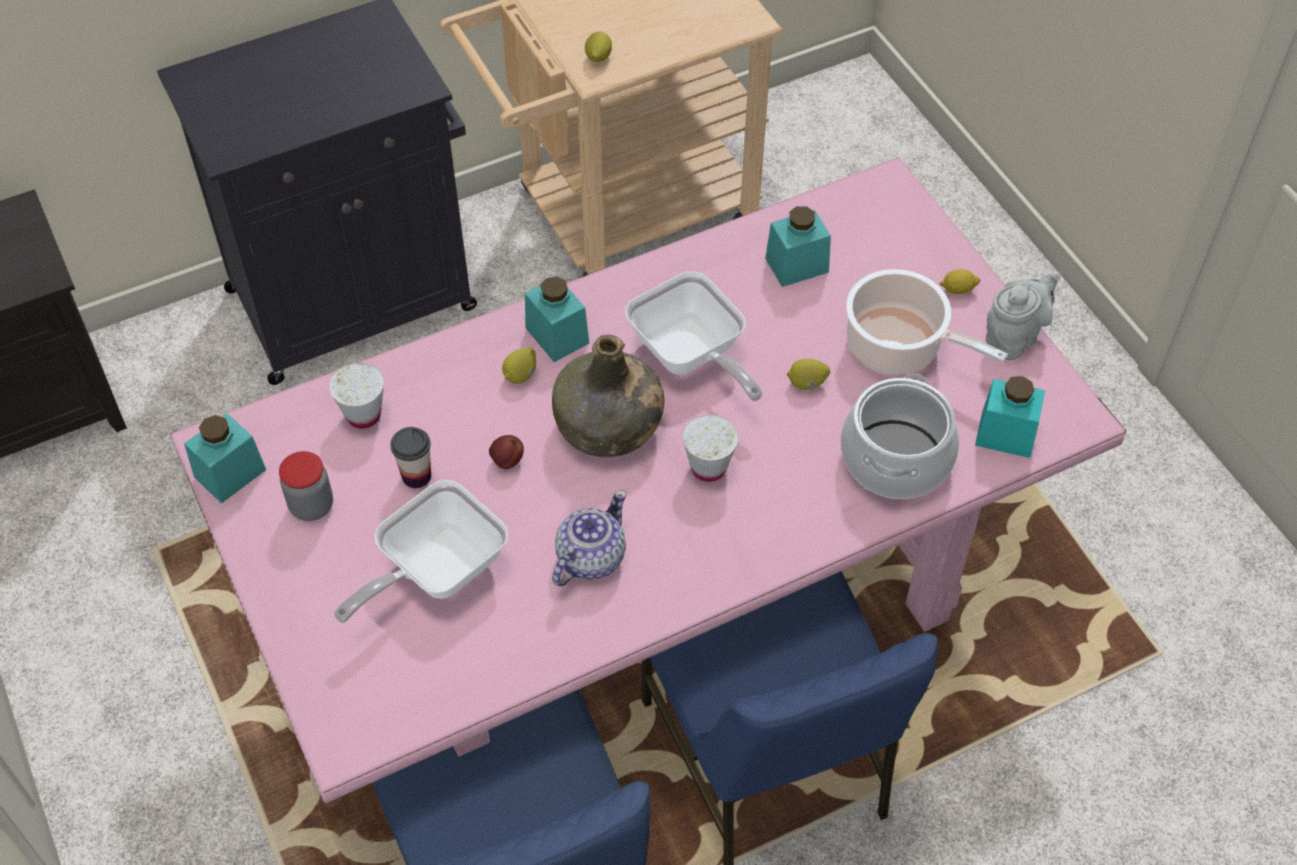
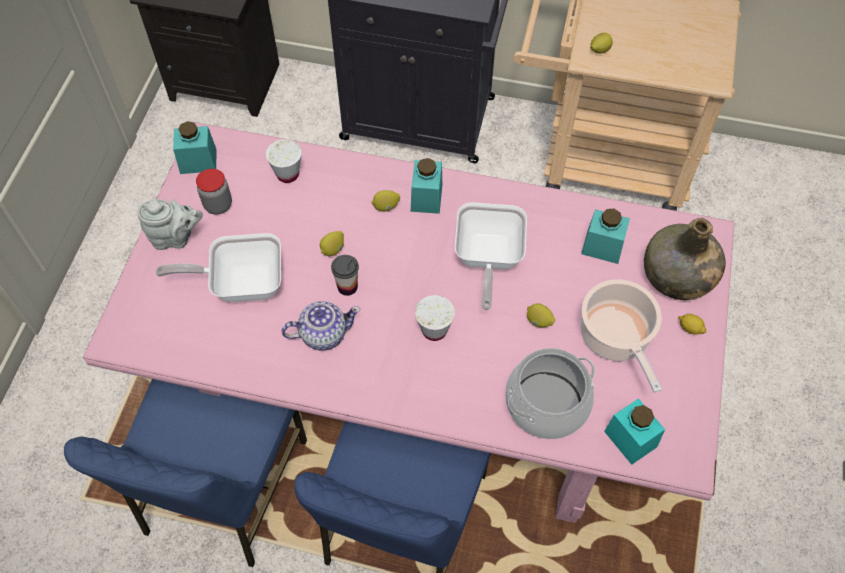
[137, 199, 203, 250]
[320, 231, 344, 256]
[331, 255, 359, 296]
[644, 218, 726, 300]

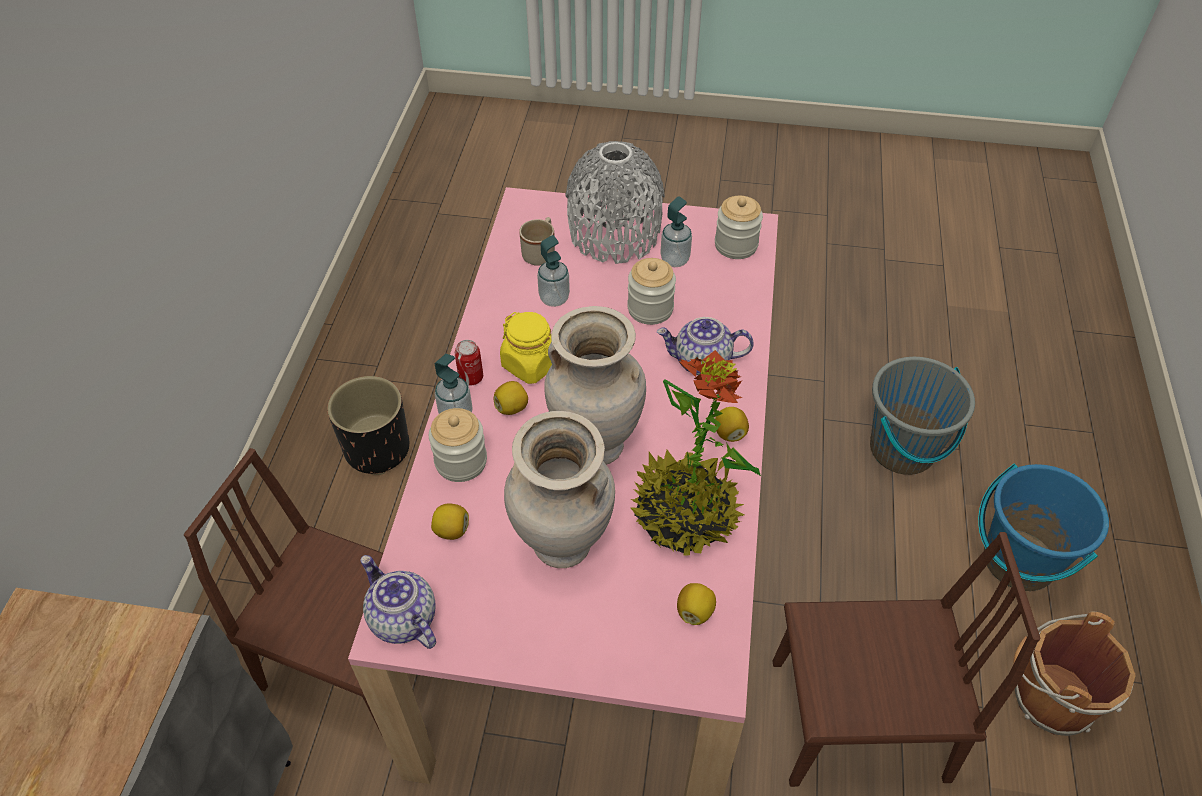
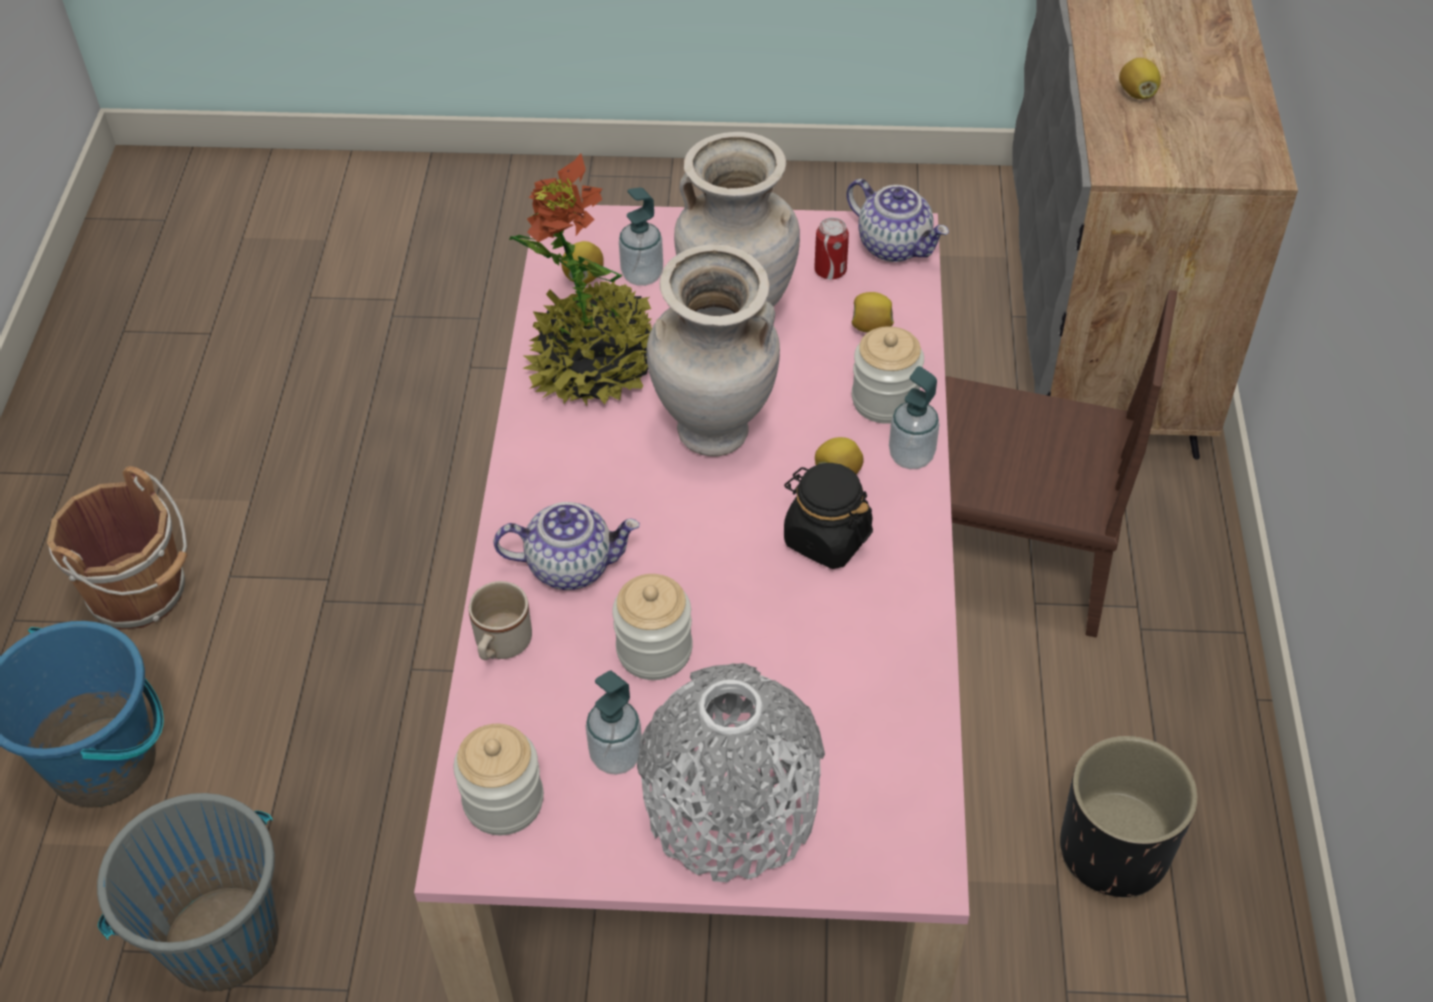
[469, 581, 532, 660]
[619, 188, 663, 286]
[784, 463, 873, 569]
[814, 218, 849, 279]
[1119, 58, 1161, 99]
[772, 532, 1041, 787] (first image)

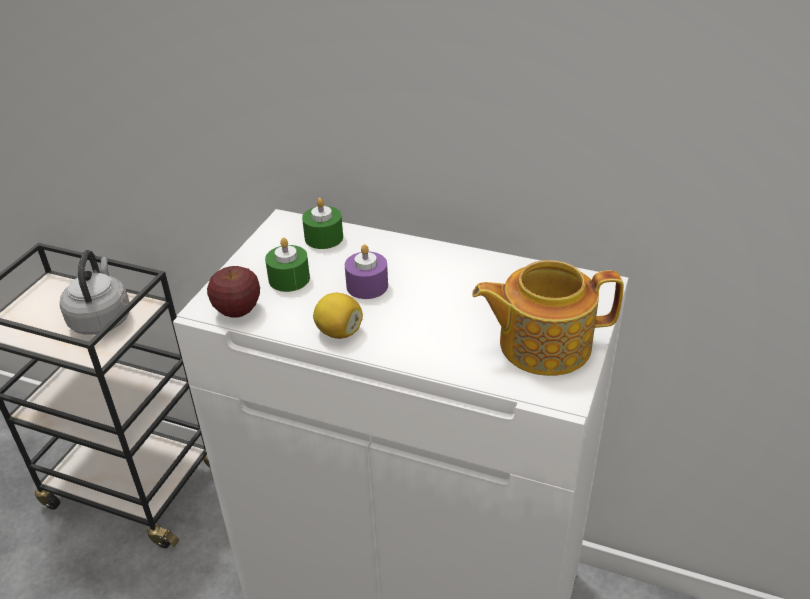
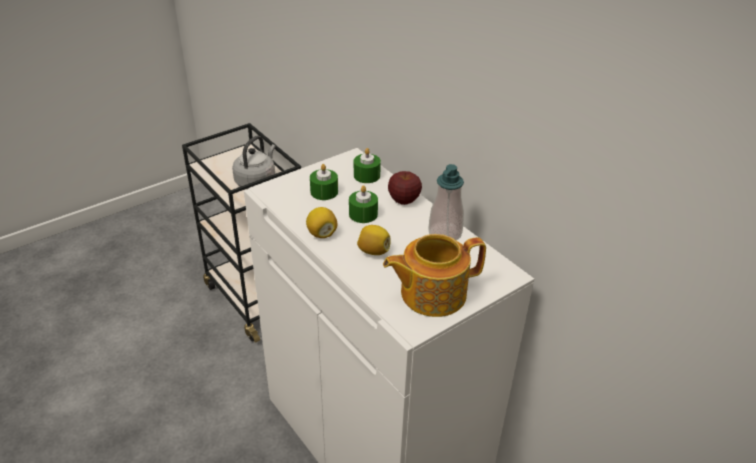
[349, 185, 378, 223]
[357, 225, 390, 255]
[383, 234, 486, 317]
[388, 171, 422, 205]
[428, 164, 464, 241]

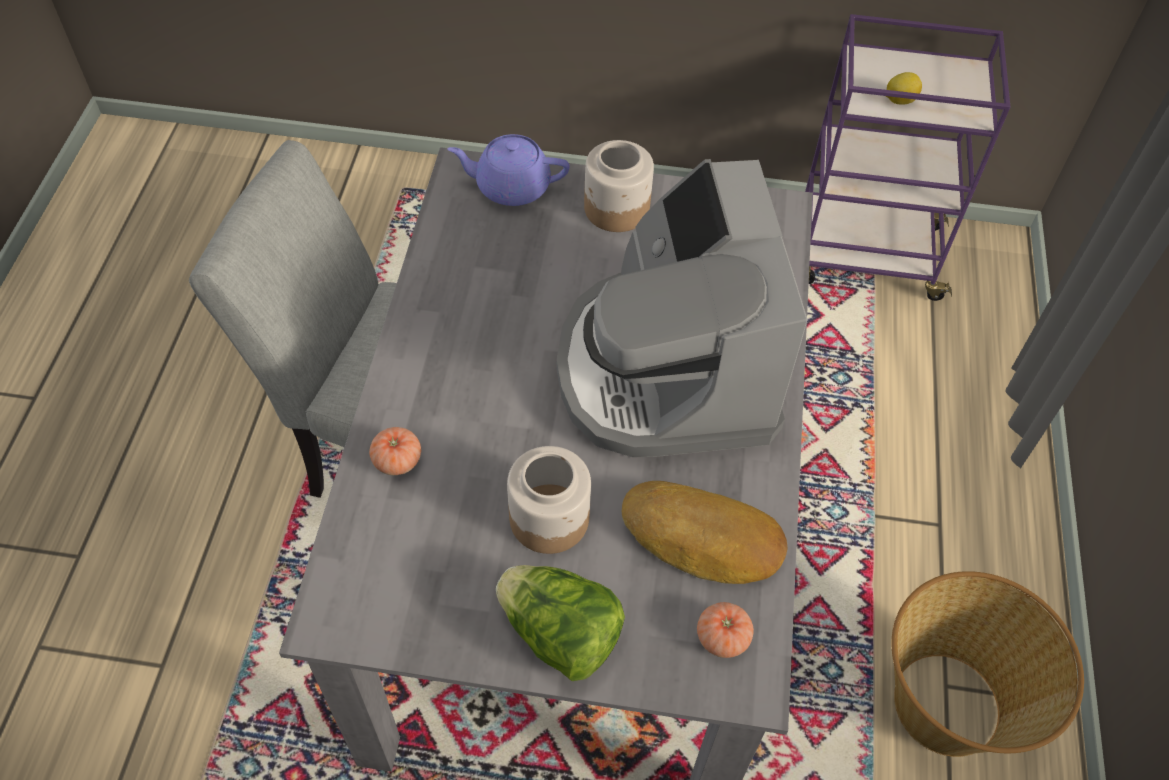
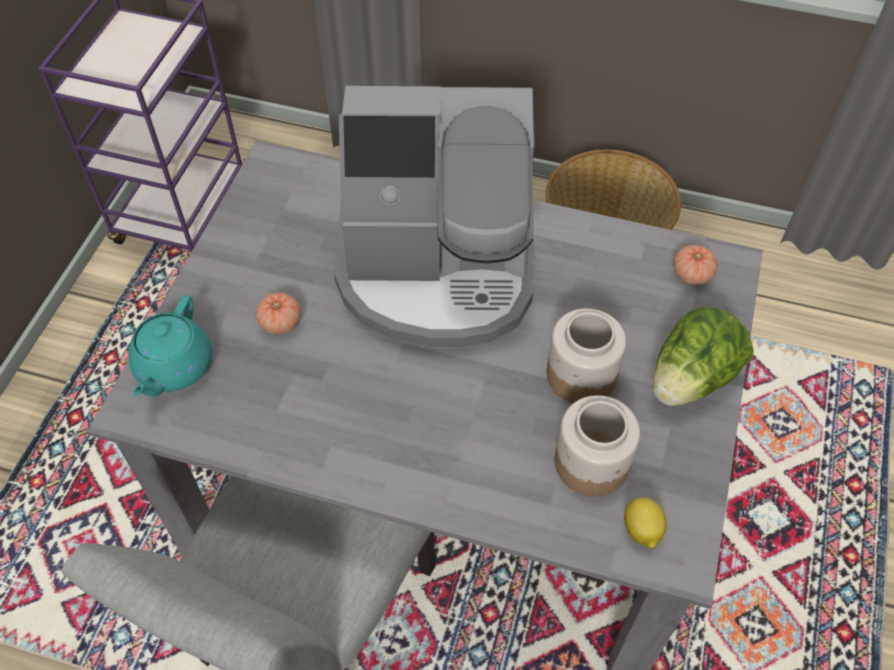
[128, 295, 212, 397]
[255, 292, 301, 334]
[555, 395, 640, 497]
[624, 497, 667, 549]
[622, 481, 788, 584] (first image)

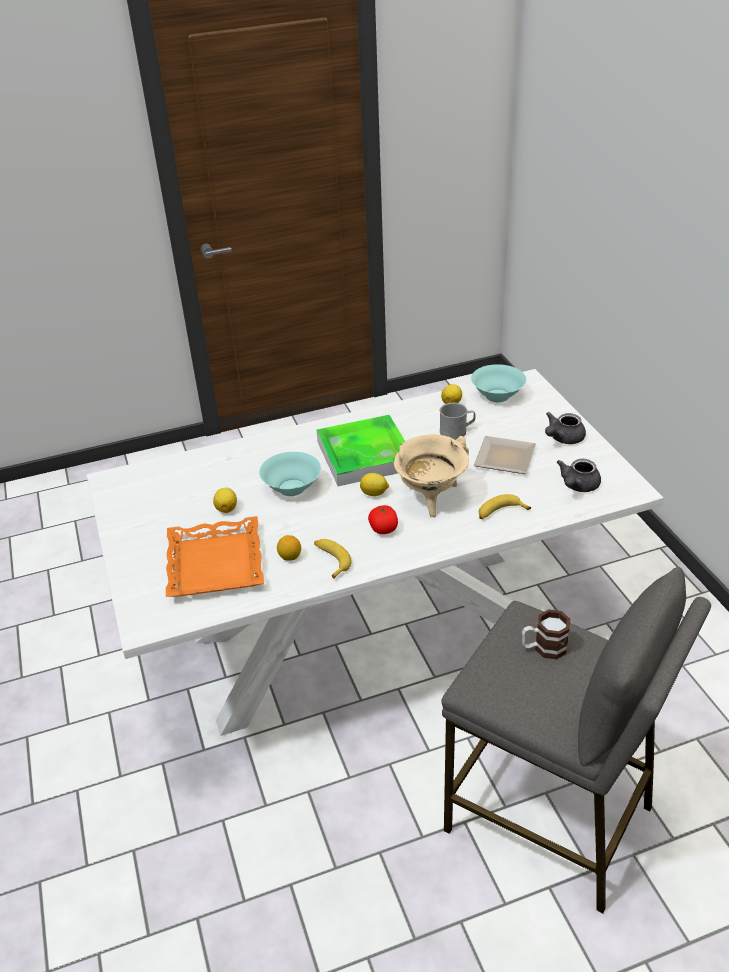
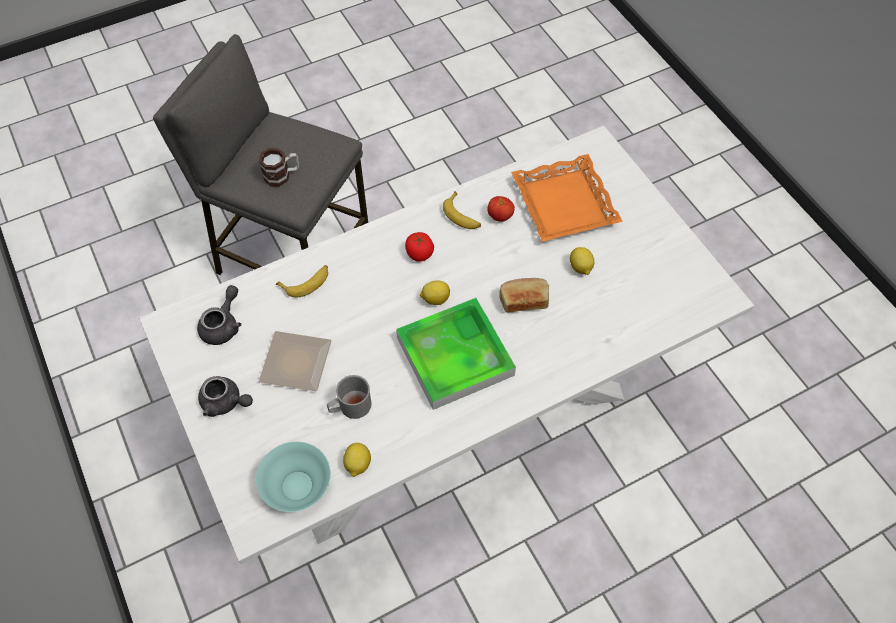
[198, 376, 253, 417]
[487, 196, 515, 222]
[500, 278, 549, 313]
[394, 434, 469, 517] (first image)

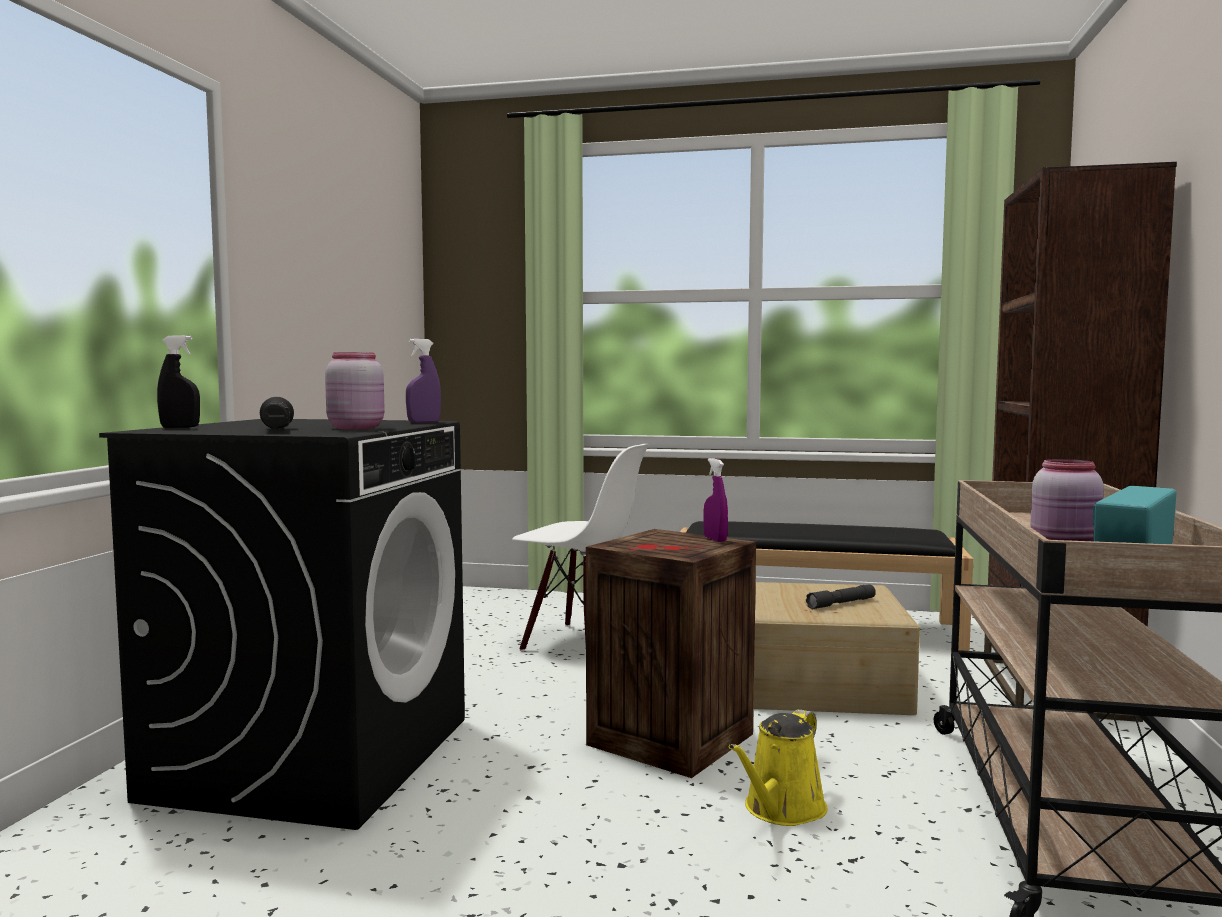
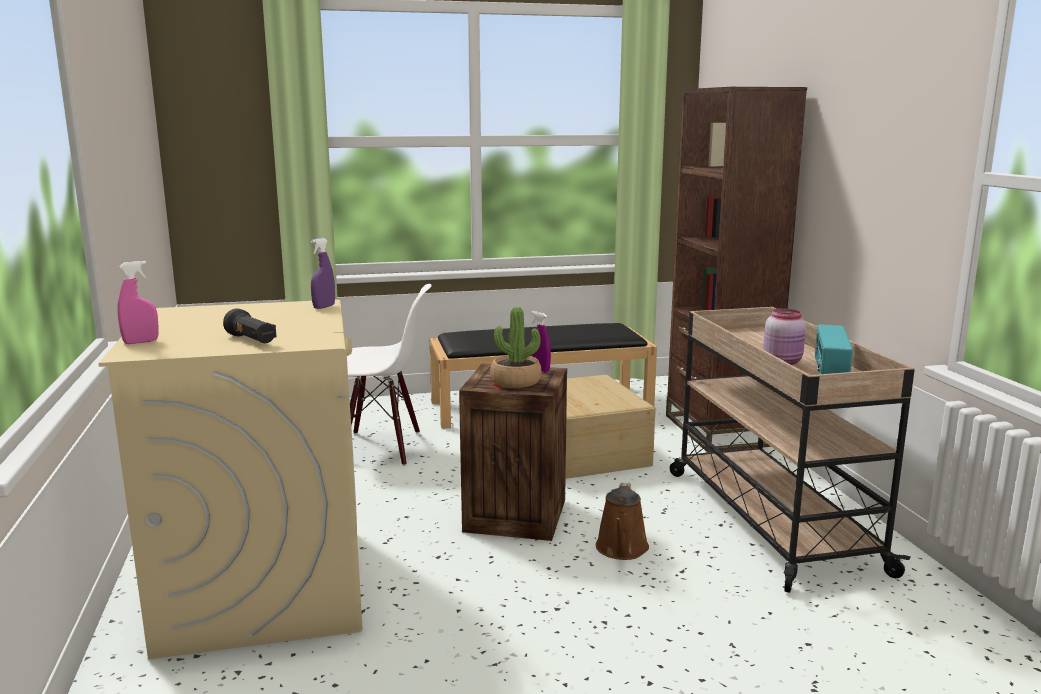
[98, 299, 363, 659]
[117, 261, 159, 344]
[490, 307, 542, 388]
[596, 483, 649, 560]
[325, 352, 385, 429] (first image)
[806, 584, 876, 609] (first image)

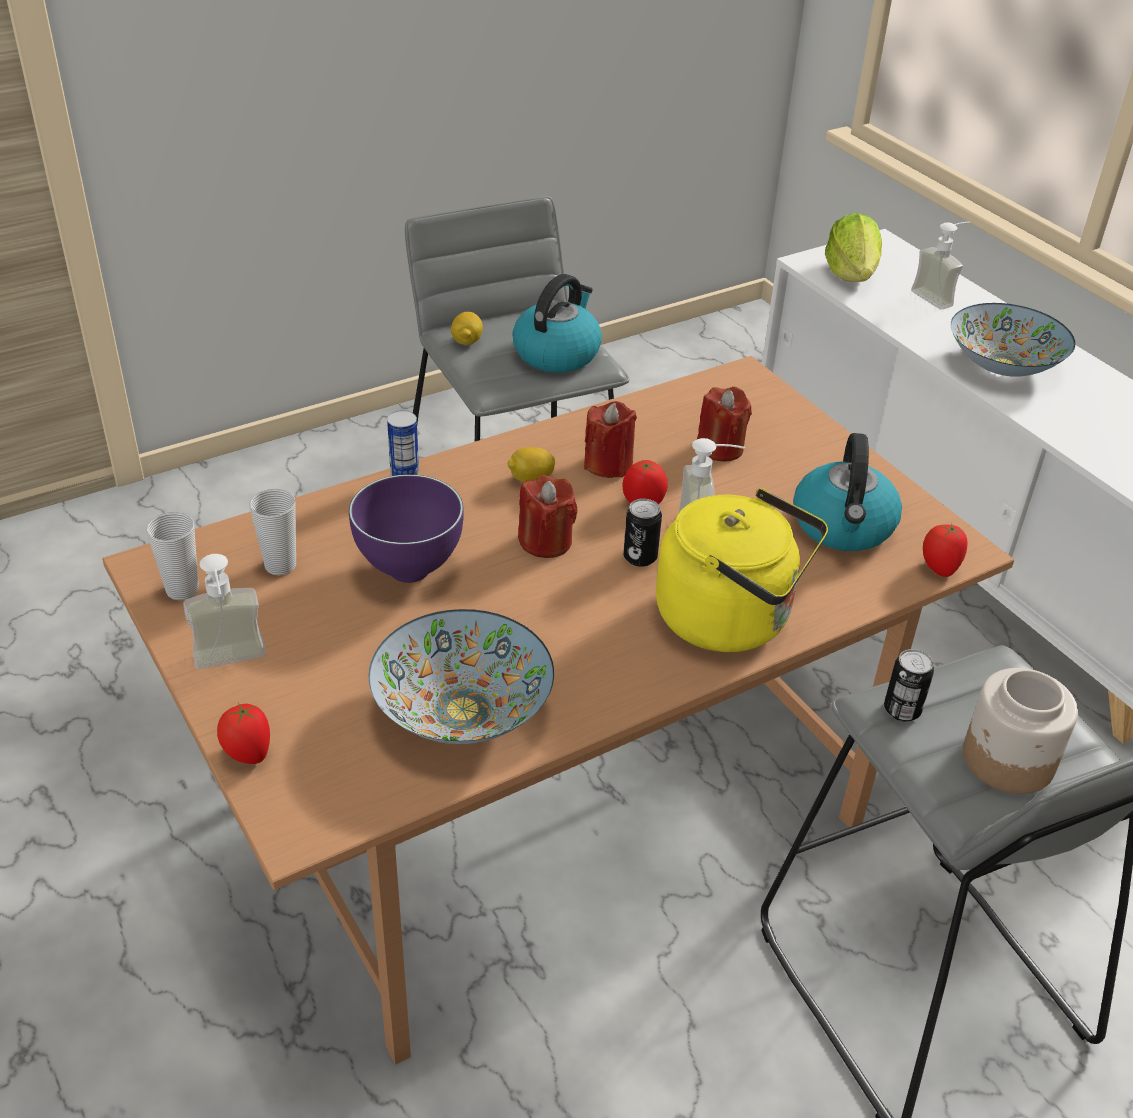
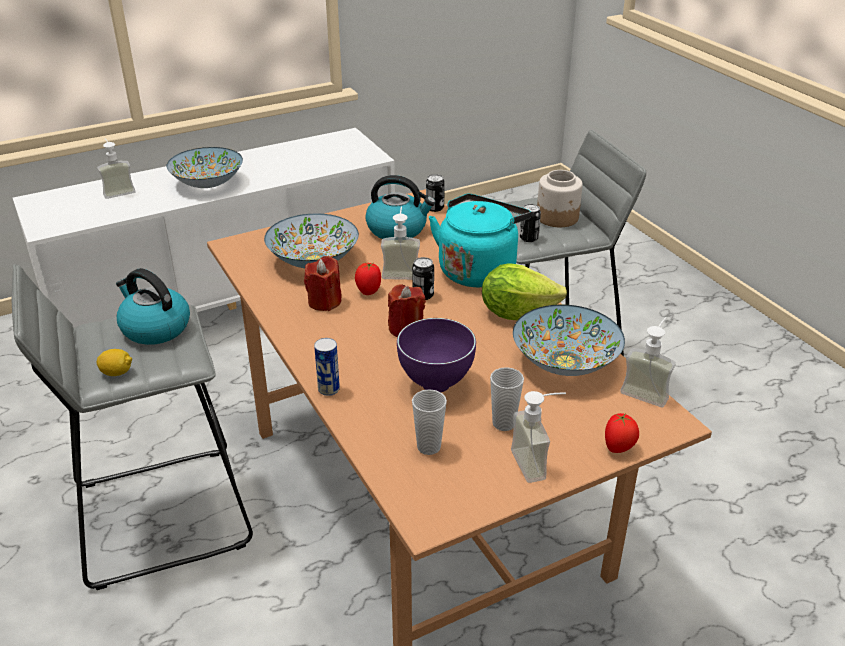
[264, 214, 359, 268]
[426, 174, 445, 212]
[429, 194, 531, 288]
[482, 263, 567, 320]
[490, 367, 524, 431]
[620, 317, 676, 407]
[508, 447, 555, 482] (first image)

